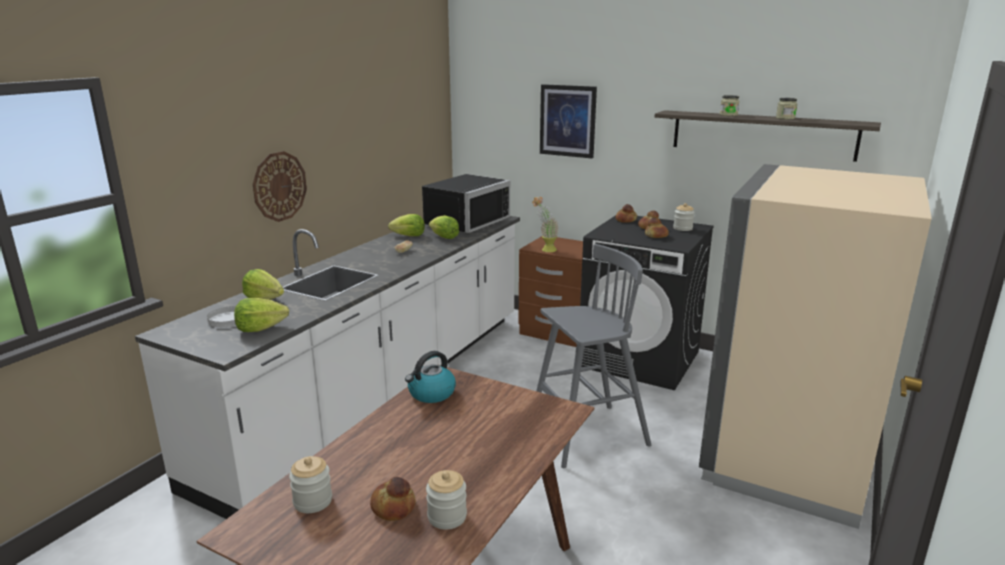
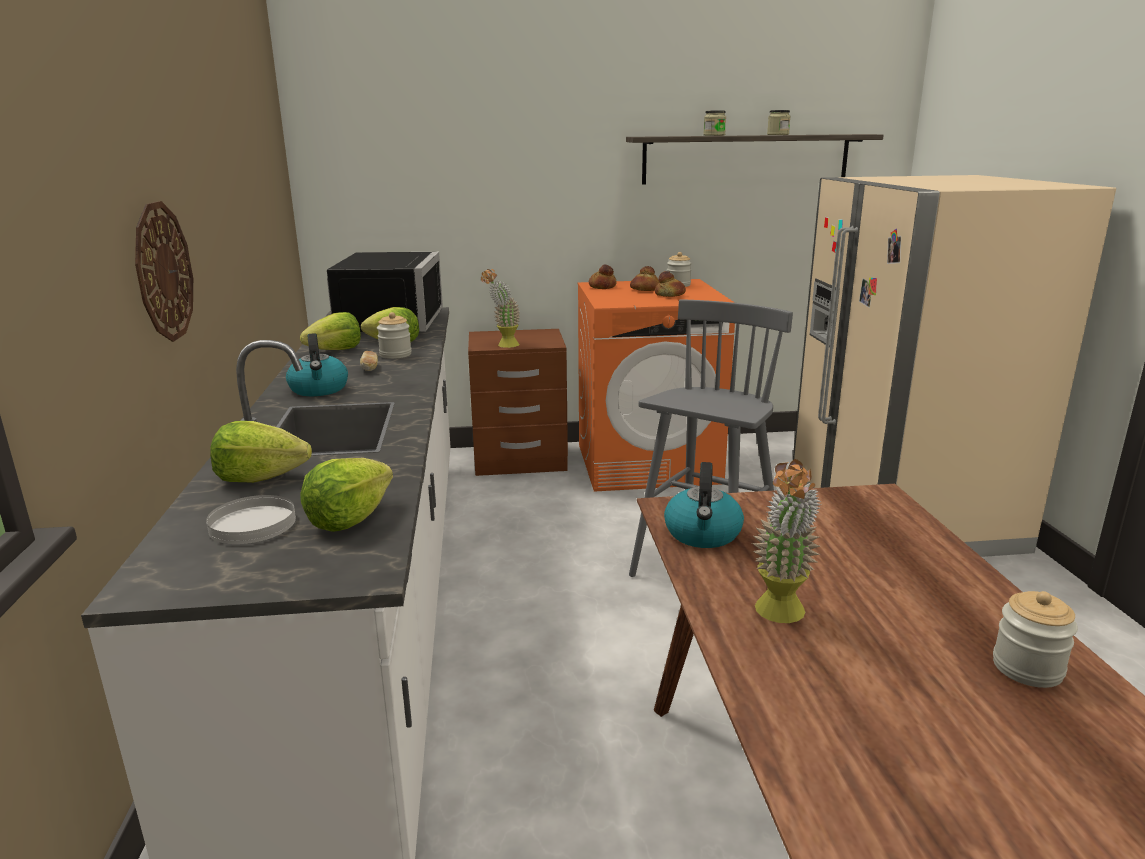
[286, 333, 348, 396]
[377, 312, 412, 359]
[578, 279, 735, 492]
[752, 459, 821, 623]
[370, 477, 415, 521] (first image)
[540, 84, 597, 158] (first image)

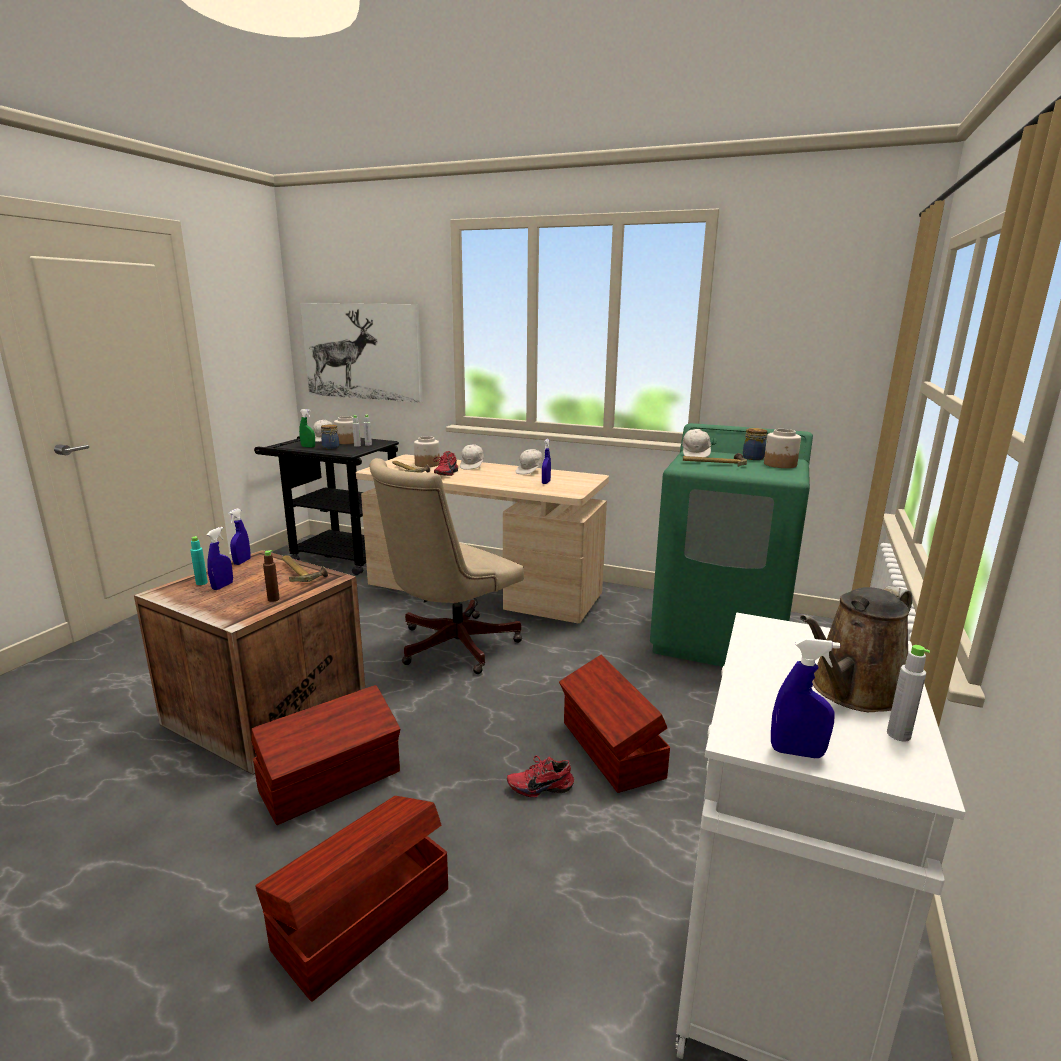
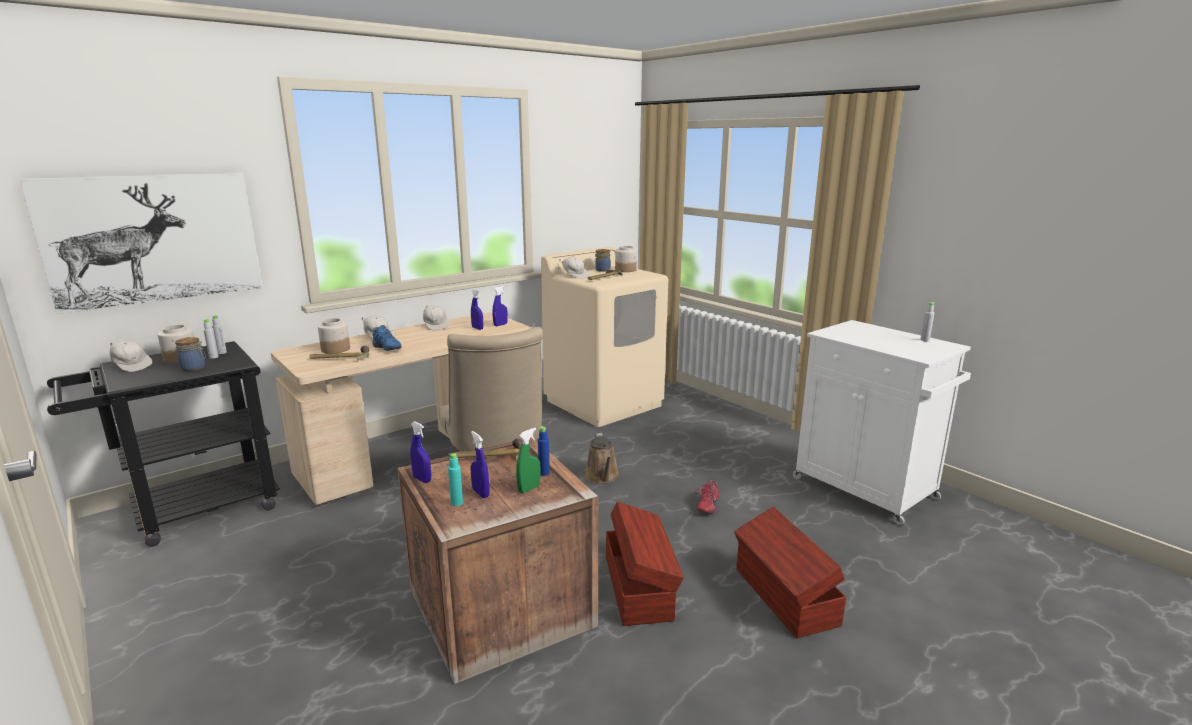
[372, 325, 401, 351]
[493, 286, 508, 326]
[516, 428, 541, 493]
[538, 426, 550, 476]
[541, 247, 668, 427]
[584, 433, 619, 483]
[559, 655, 670, 793] (first image)

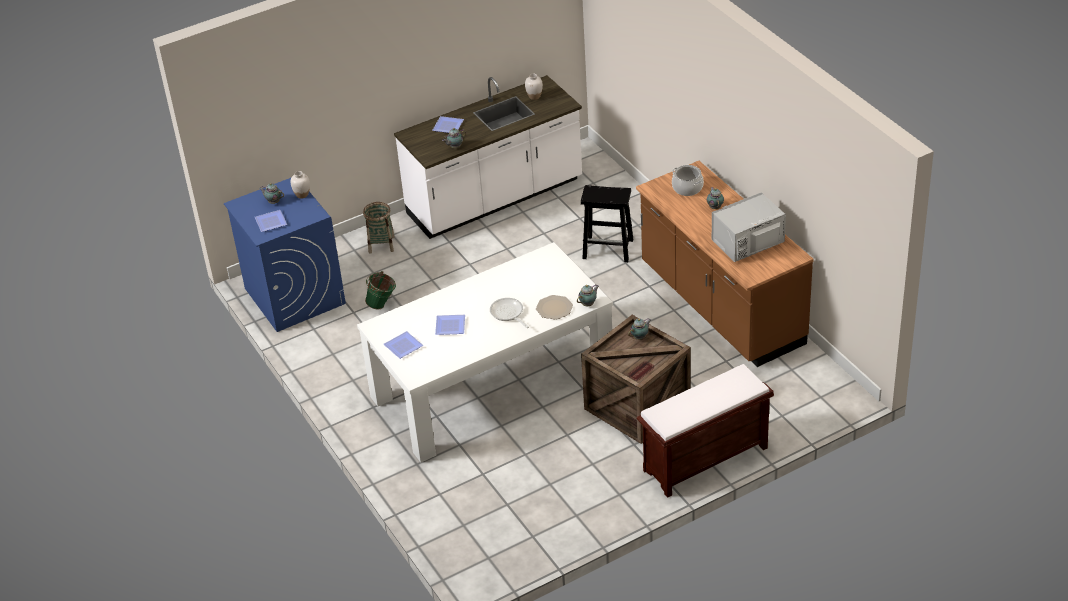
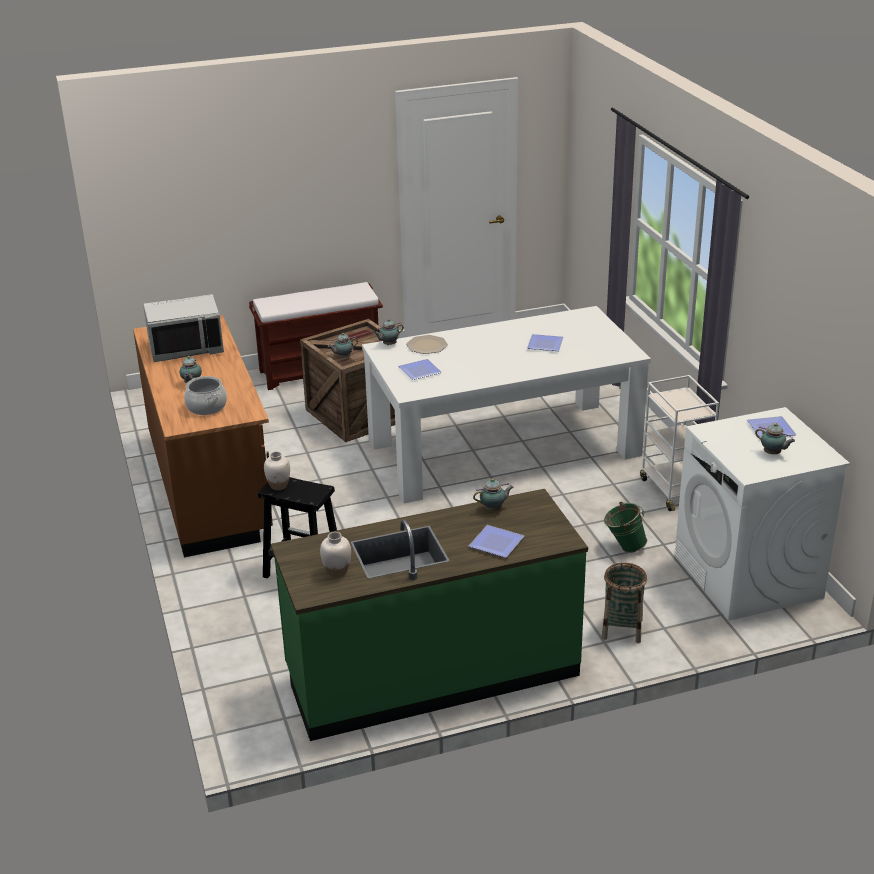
[264, 451, 290, 490]
[271, 489, 588, 741]
[398, 359, 442, 380]
[640, 375, 719, 511]
[675, 407, 850, 621]
[490, 298, 529, 328] (first image)

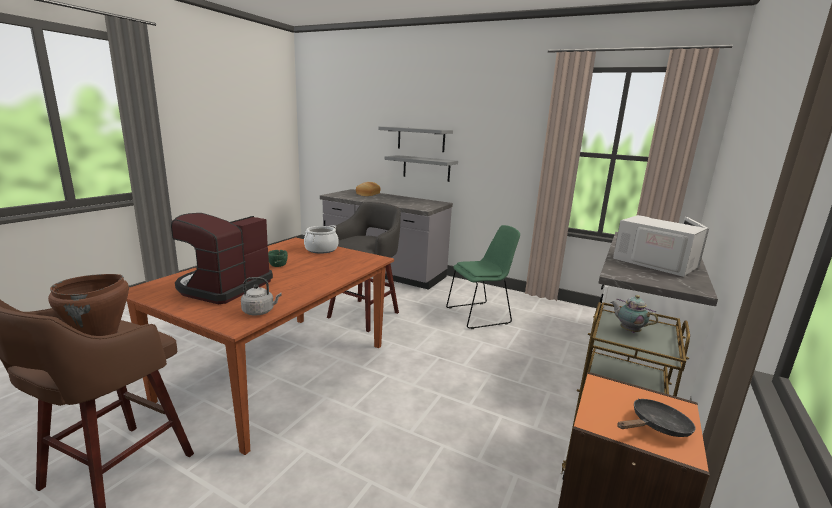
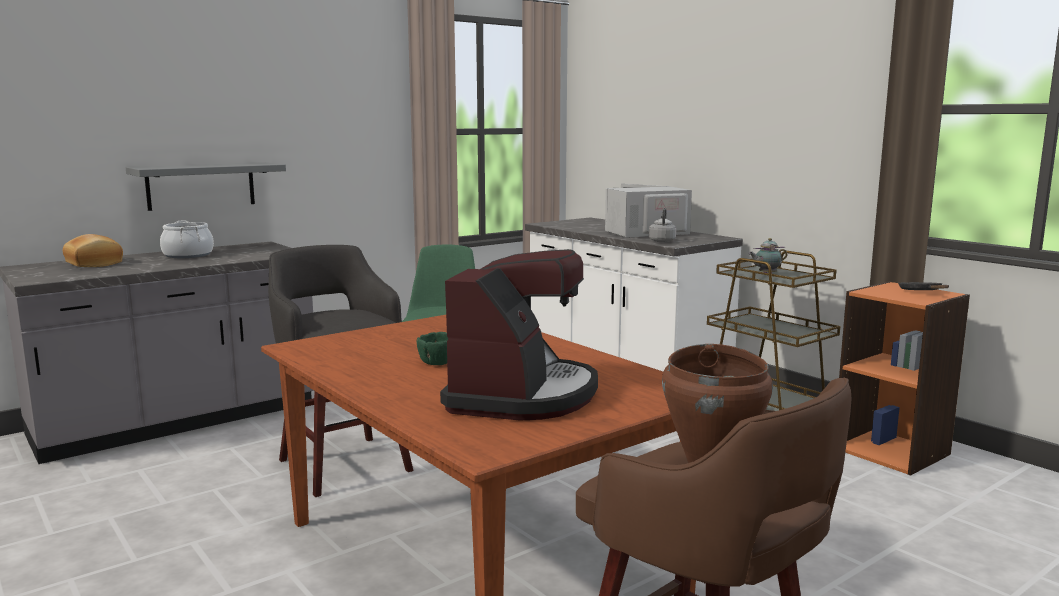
[160, 221, 214, 258]
[440, 249, 598, 421]
[649, 208, 676, 242]
[378, 127, 453, 152] (first image)

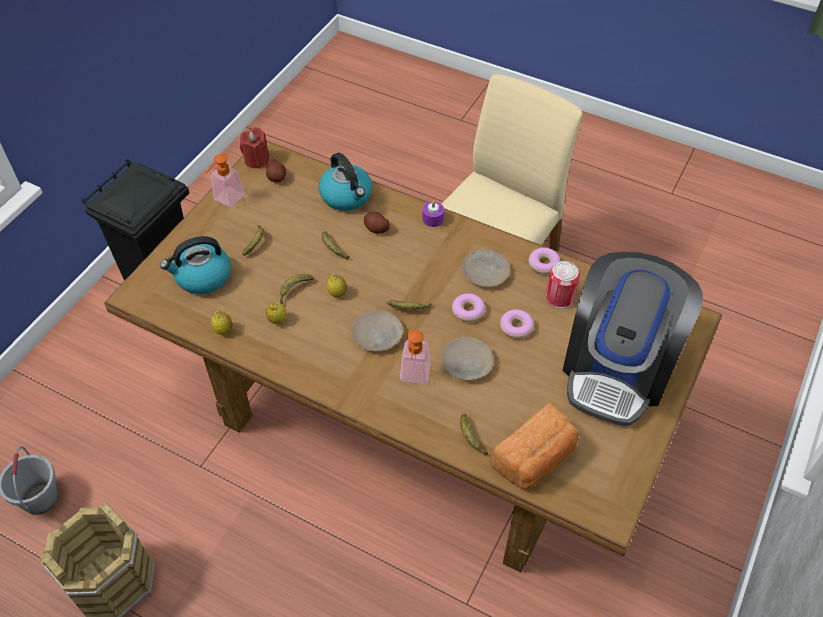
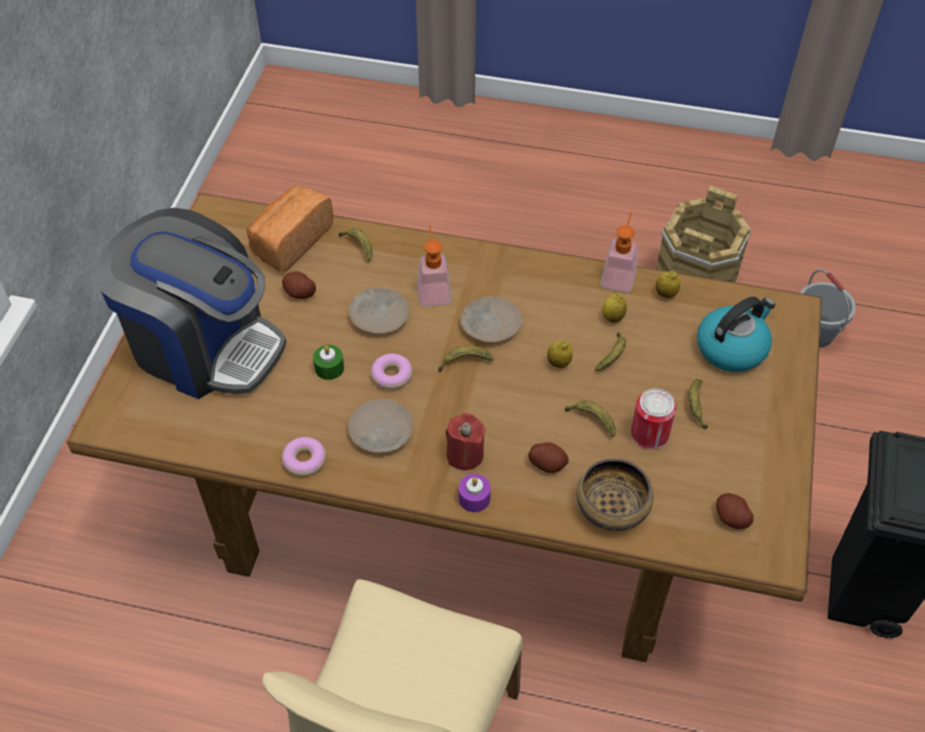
[96, 208, 286, 399]
[282, 272, 316, 299]
[313, 345, 344, 380]
[446, 413, 485, 470]
[577, 458, 653, 531]
[601, 211, 637, 292]
[631, 388, 676, 450]

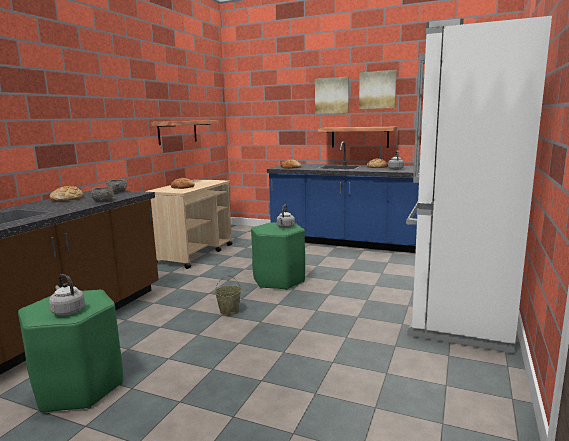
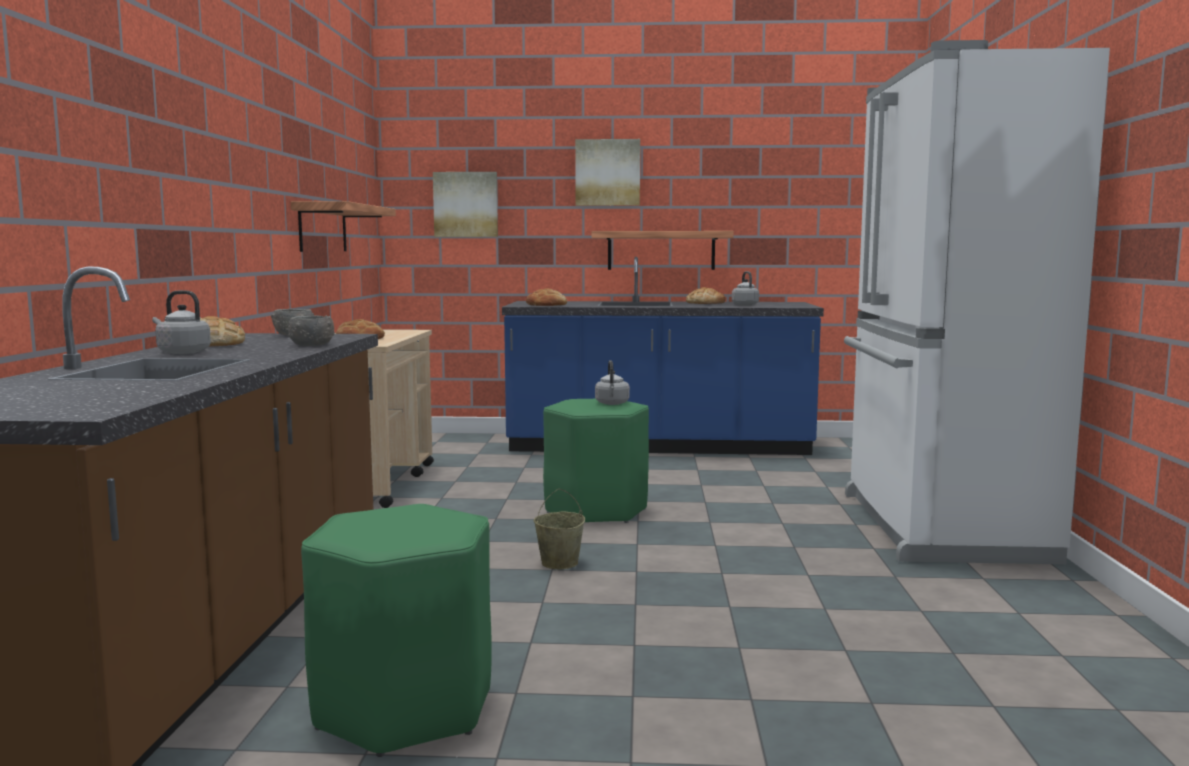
[152, 290, 211, 354]
[433, 172, 498, 237]

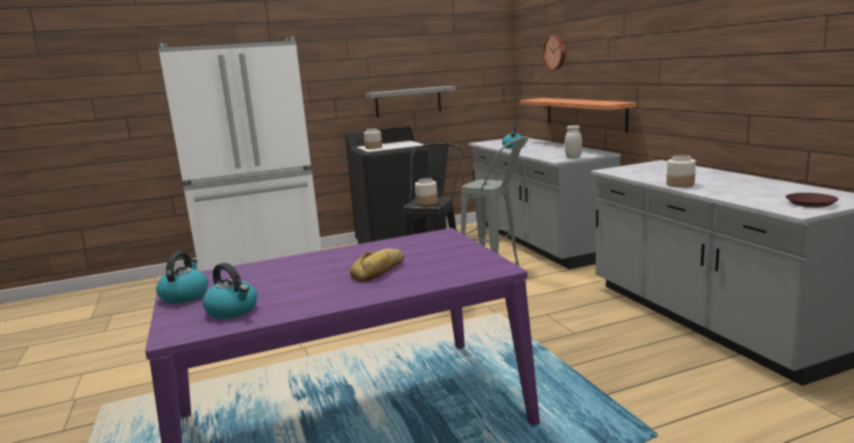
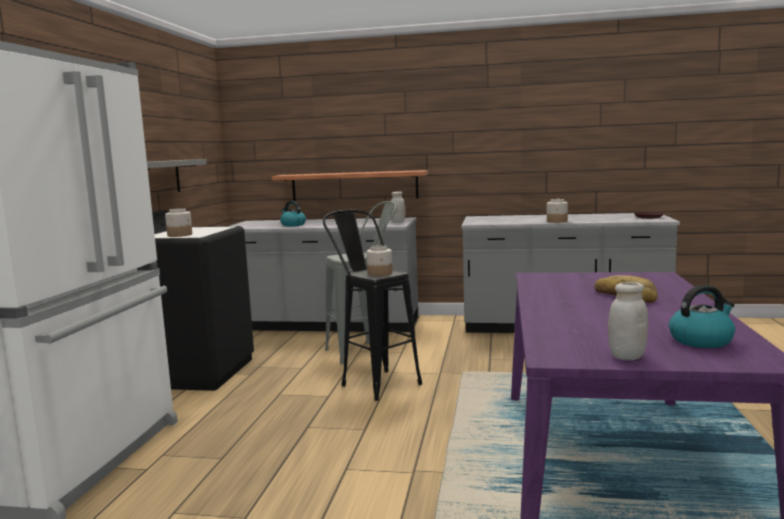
[608, 282, 648, 360]
[543, 34, 566, 70] (first image)

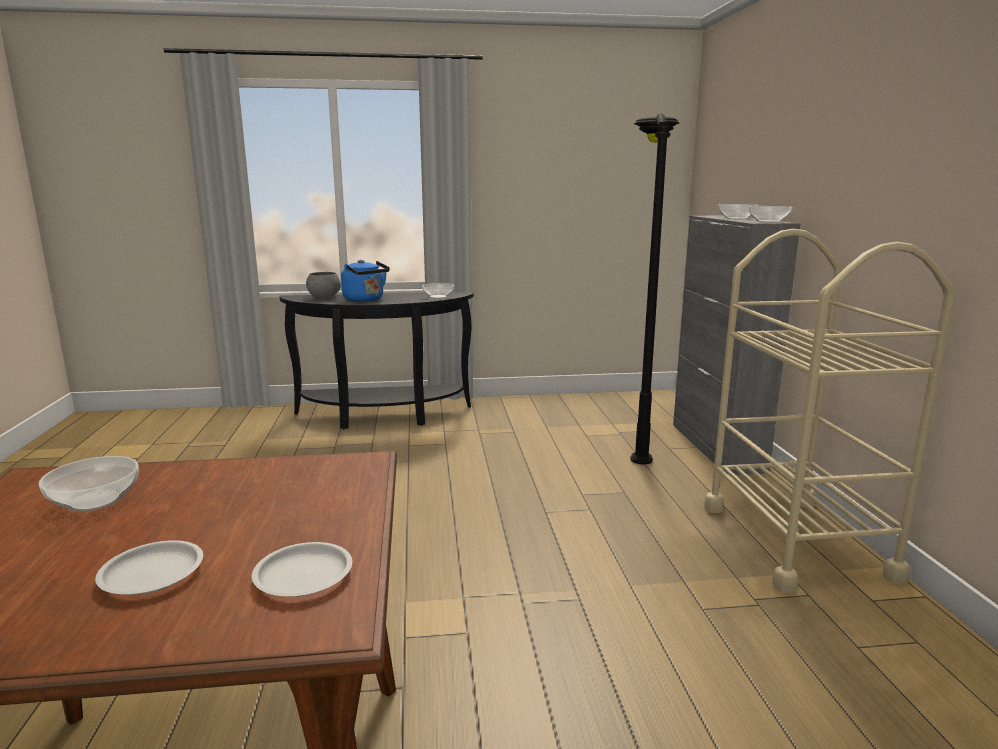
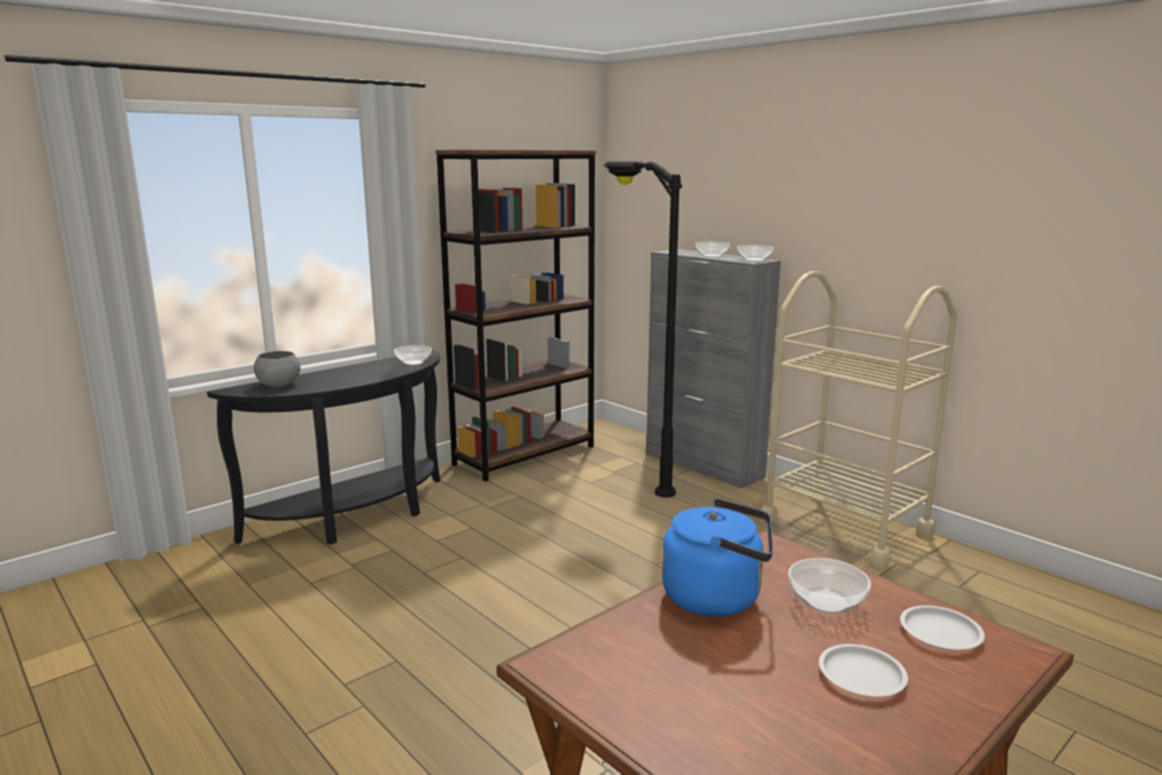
[435, 150, 596, 482]
[662, 498, 773, 617]
[788, 558, 871, 614]

